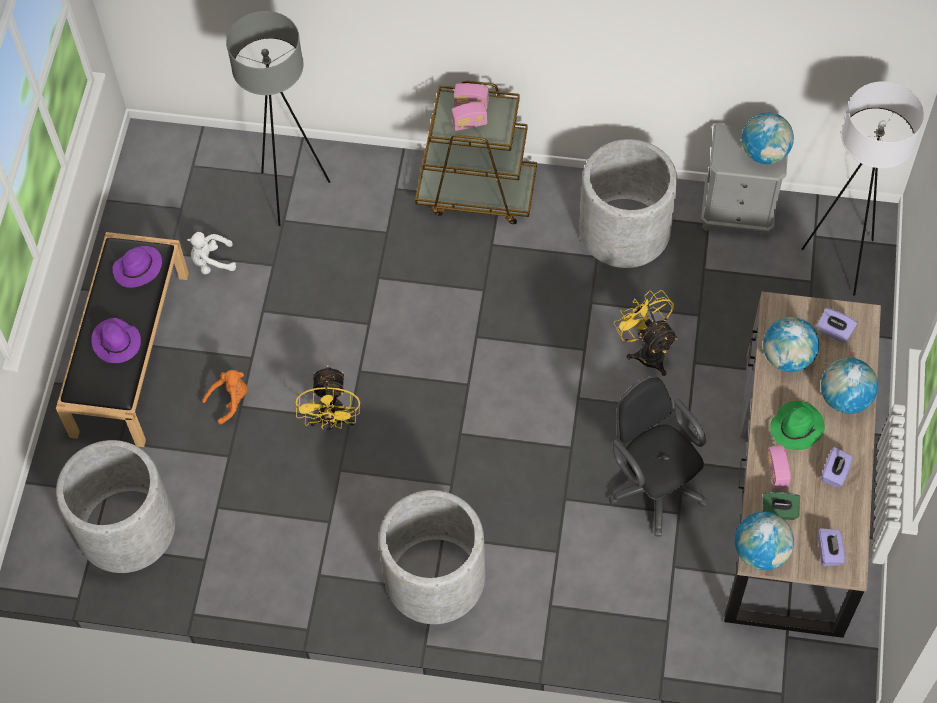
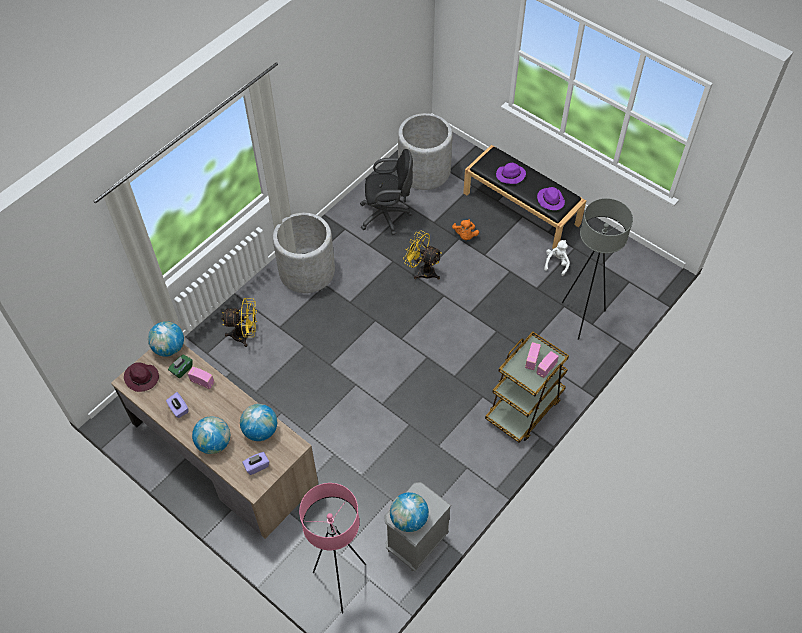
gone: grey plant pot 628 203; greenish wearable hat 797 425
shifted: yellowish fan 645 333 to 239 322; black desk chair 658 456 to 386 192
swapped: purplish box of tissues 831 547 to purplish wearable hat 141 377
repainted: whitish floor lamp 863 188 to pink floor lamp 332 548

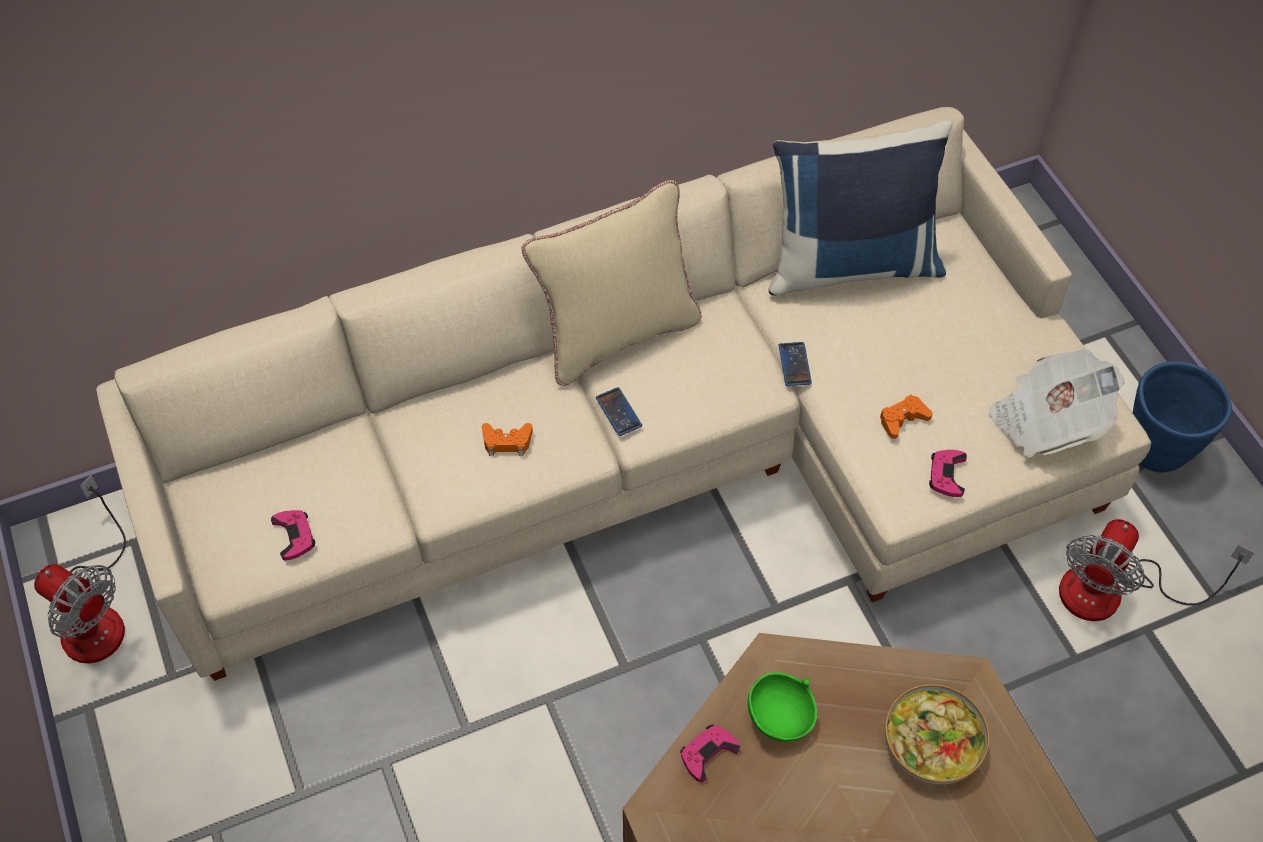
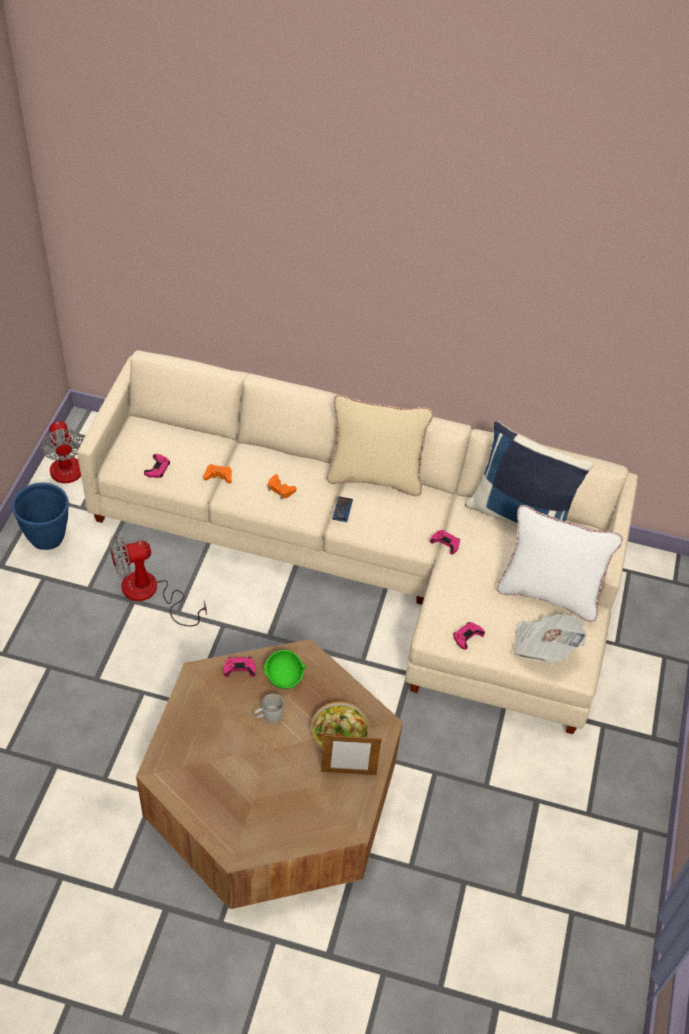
new: whitish mug 269 708; picture frame 351 755; whitish cushion 559 563
shifted: blue plant pot 1182 417 to 40 516; fan 1157 570 to 158 580; orangey joypad 906 417 to 218 473
swapped: telephone 795 364 to pink joypad 445 542

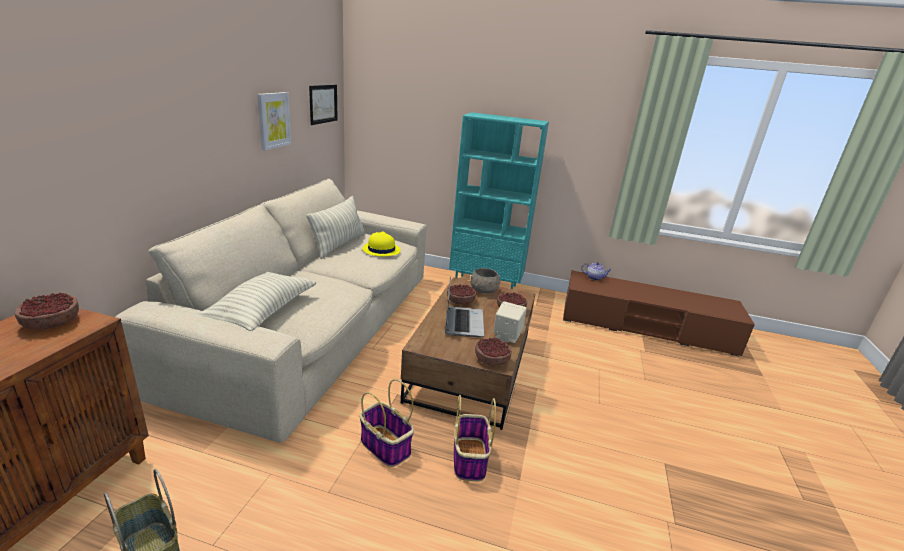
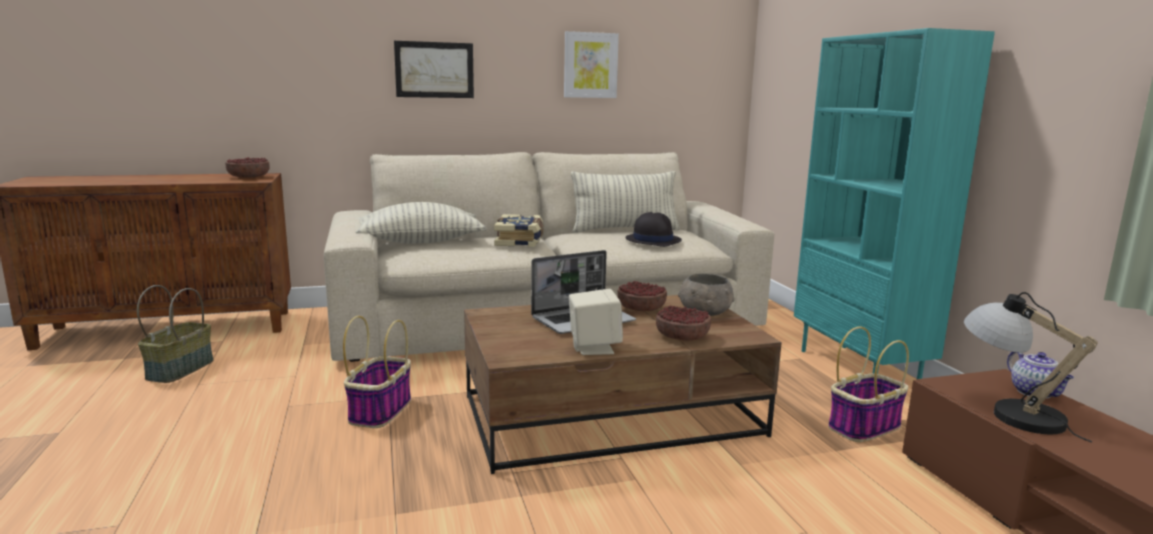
gone: serving bowl 493 352
new: volume 519 230; table lamp 1031 367
shifted: wall art 323 105 to 434 69; storage basket 475 438 to 868 384
repainted: yellowish wearable hat 381 244 to black wearable hat 653 229

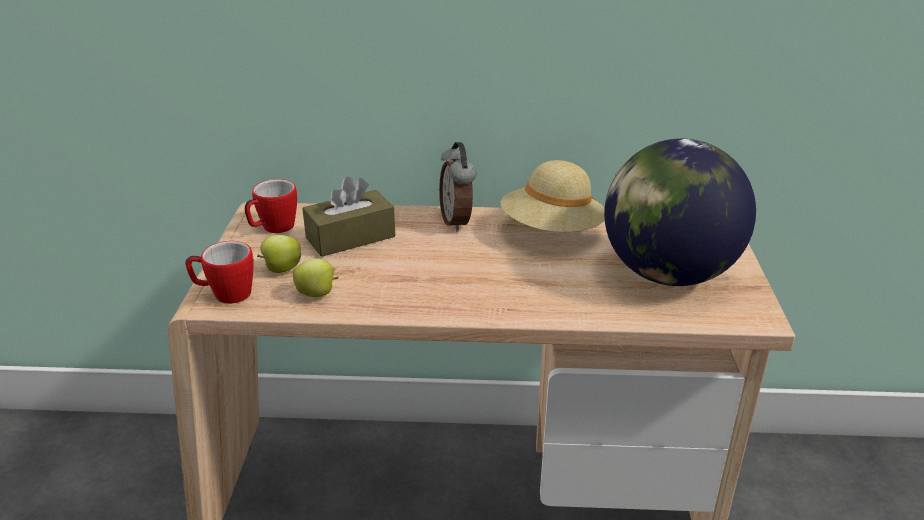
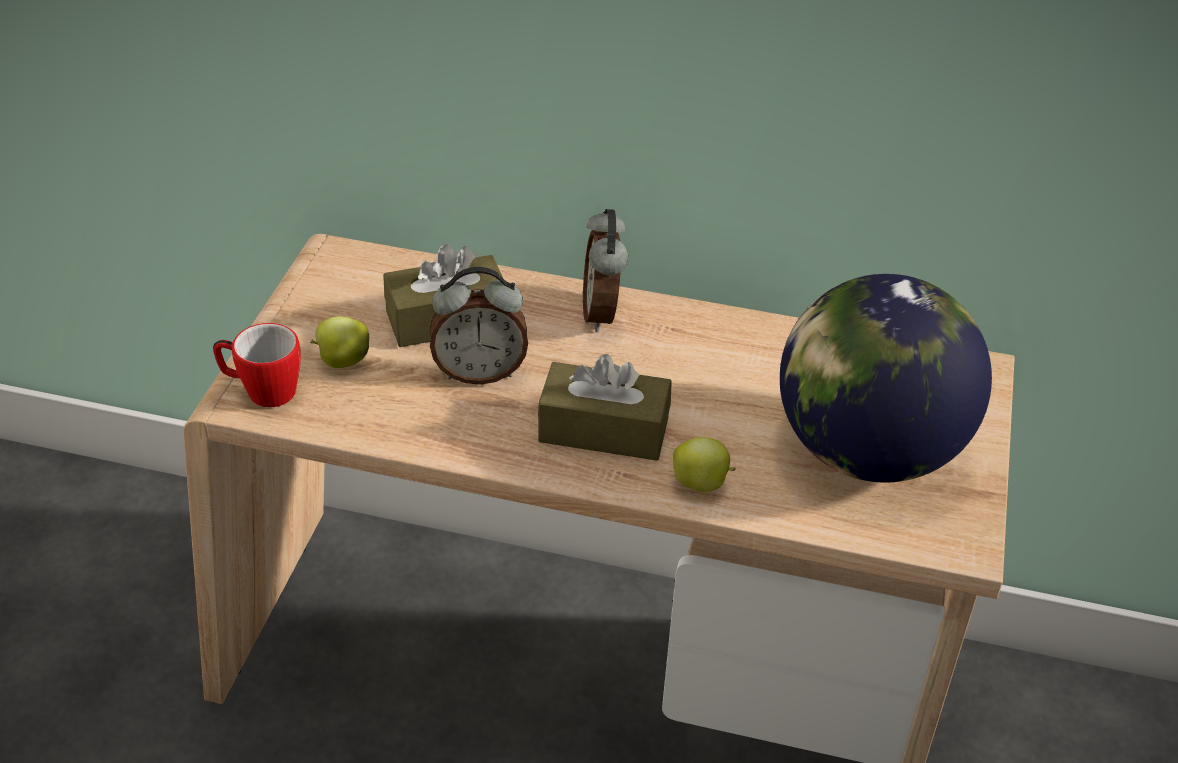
gone: mug 271 206; beige wearable hat 553 196
new: alarm clock 479 326; brownish box of tissues 605 407
shifted: apple fruit 316 277 to 704 464

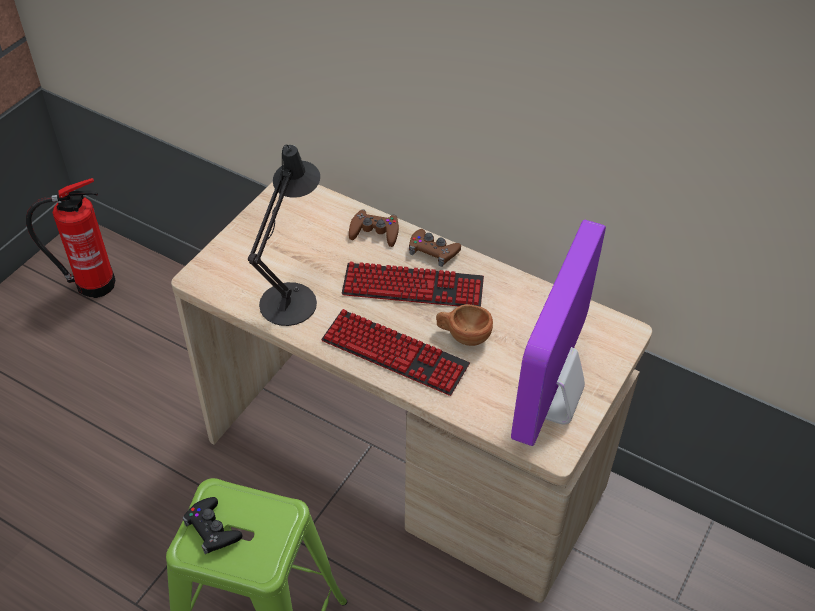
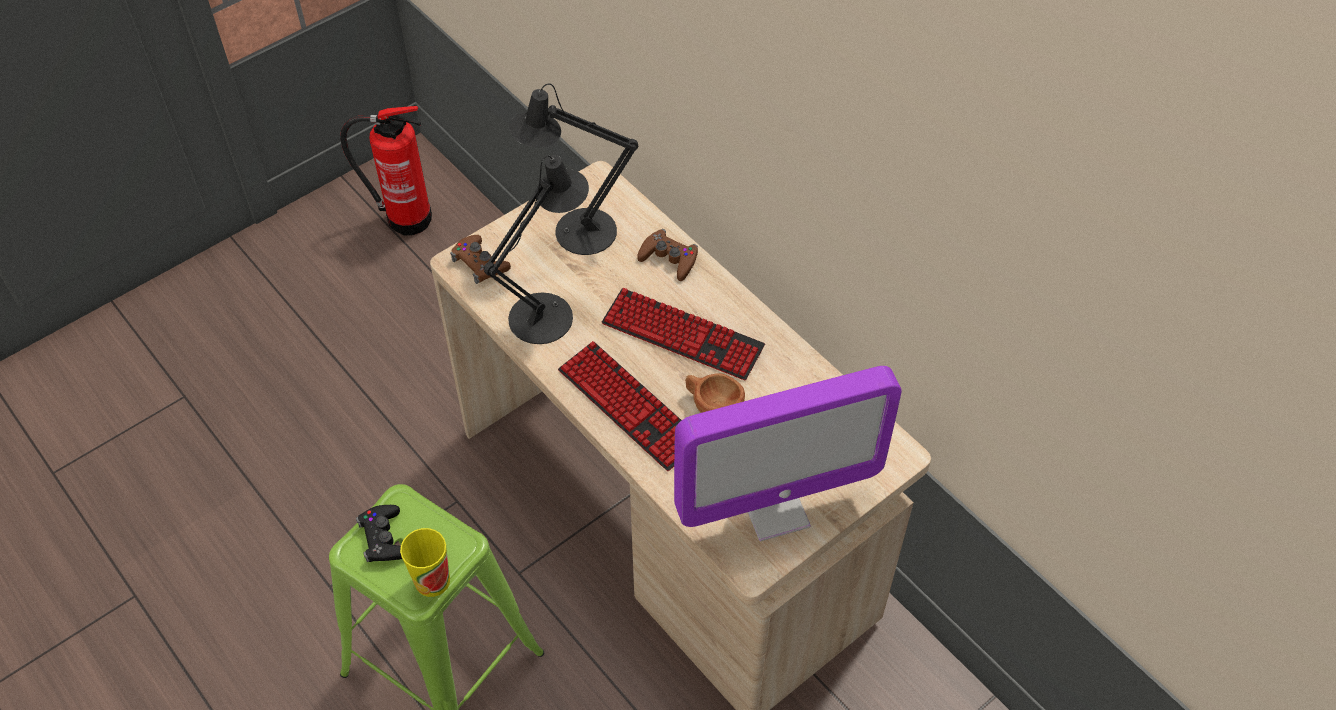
new: cup 425 562; black table lamp 573 169
shifted: brownish joypad 435 248 to 480 259
rotated: computer display 558 333 = 788 453 150 degrees counterclockwise

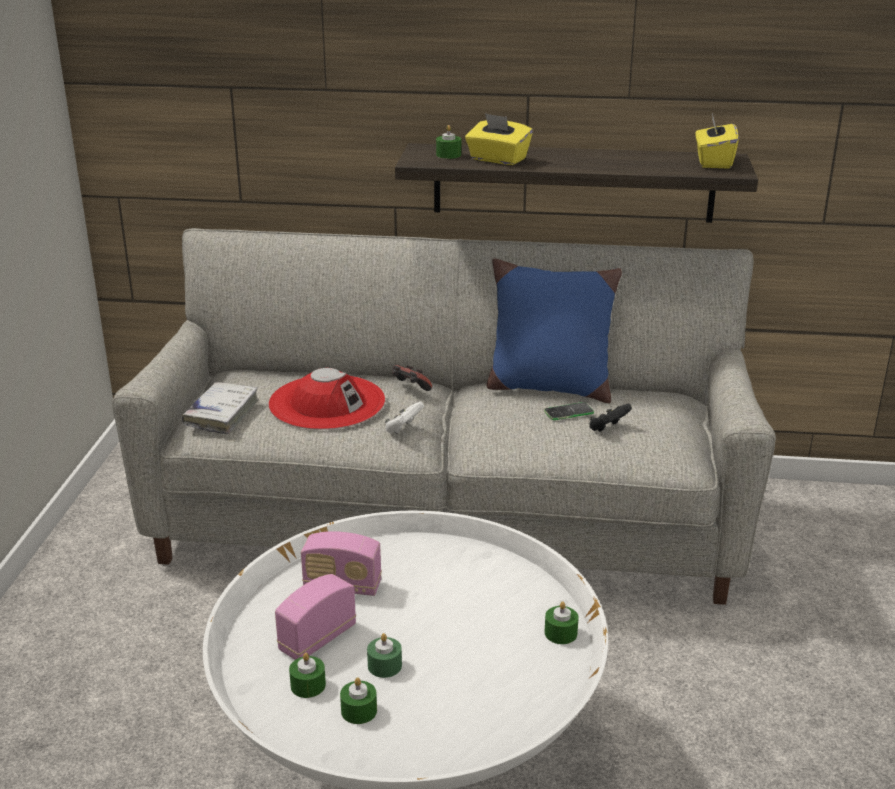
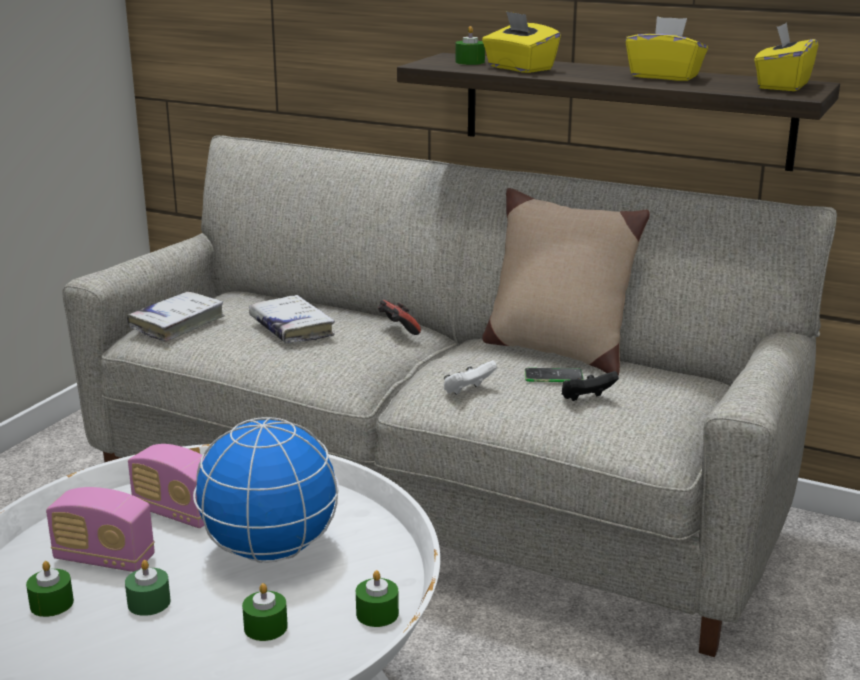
new: world globe 266 490; yellowish box of tissues 666 48
shifted: greenish wax candle 358 701 to 265 612; whitish joypad 404 417 to 470 377
swapped: reddish wearable hat 326 399 to whitish volume 292 319
repainted: blue cushion 554 331 to beige cushion 566 282
rotated: radio 315 617 = 100 529 135 degrees counterclockwise

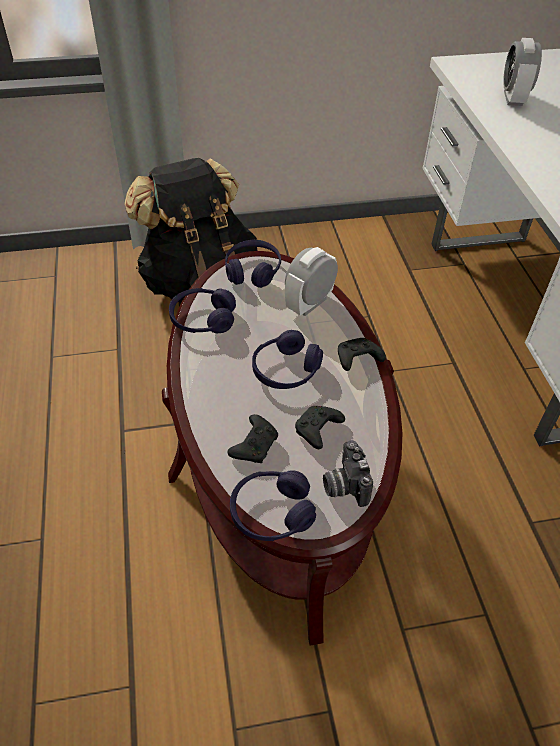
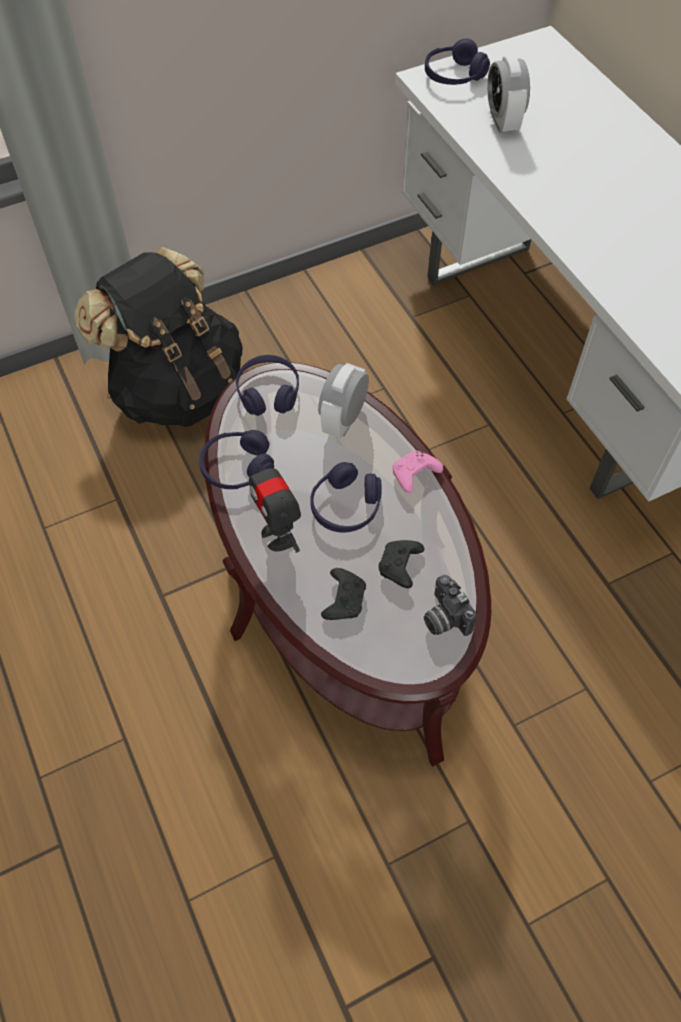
new: robot figure 275 502
shifted: purplish headphones 273 505 to 457 61
repainted: black joypad 362 354 to pink joypad 417 472

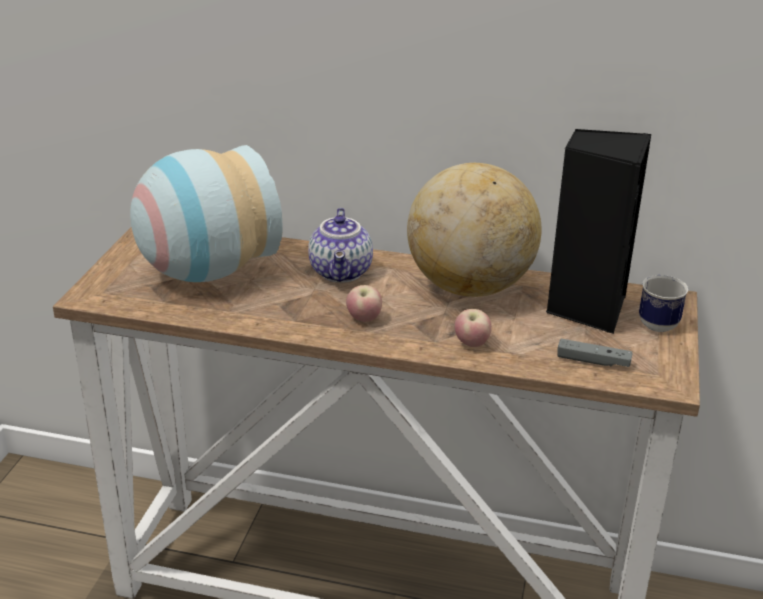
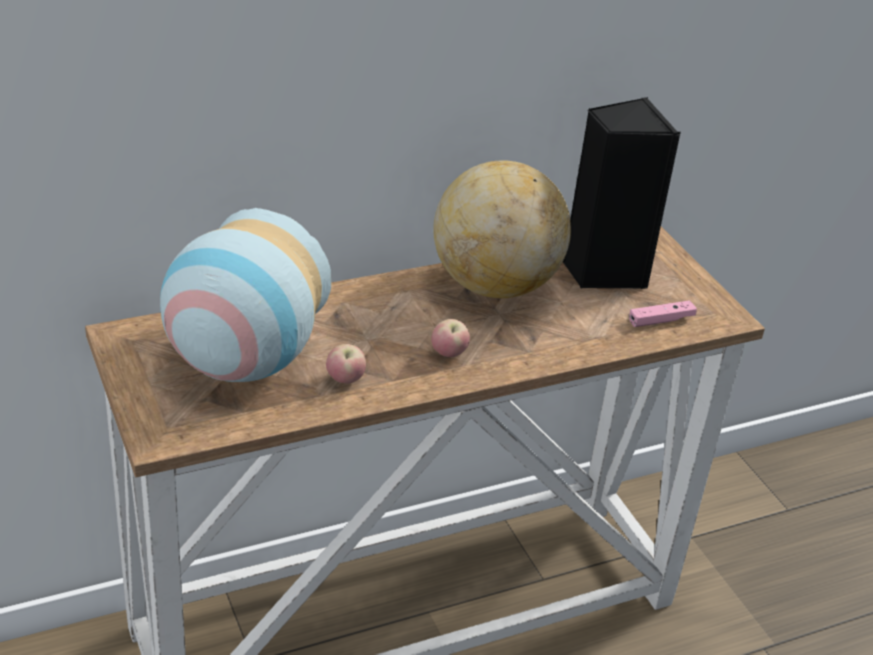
gone: tea pot 340 245; mug 663 303
shifted: apple fruit 473 328 to 346 364
repainted: grey joypad 595 353 to pink joypad 663 313

